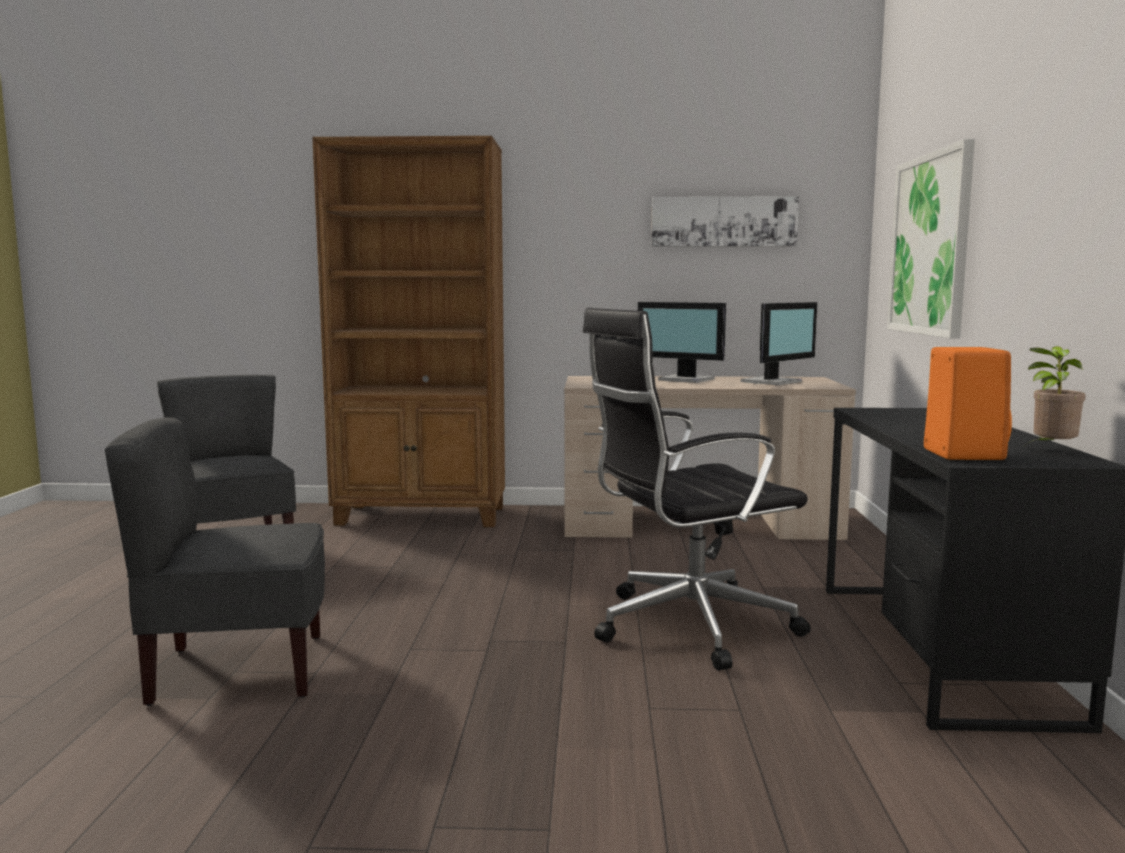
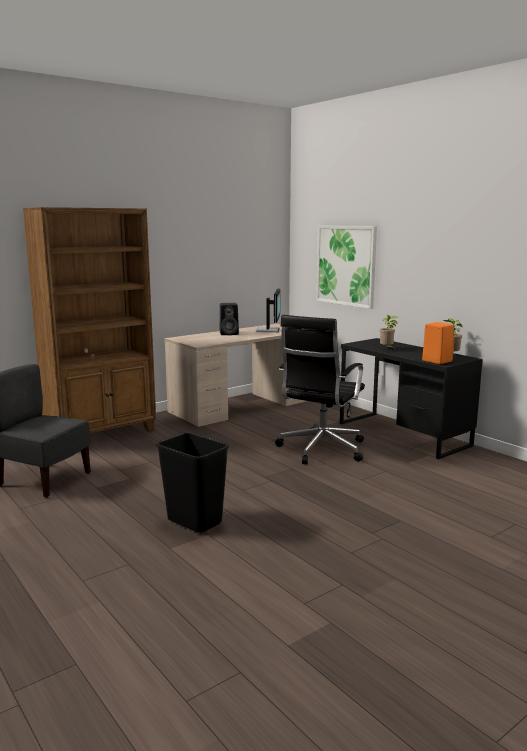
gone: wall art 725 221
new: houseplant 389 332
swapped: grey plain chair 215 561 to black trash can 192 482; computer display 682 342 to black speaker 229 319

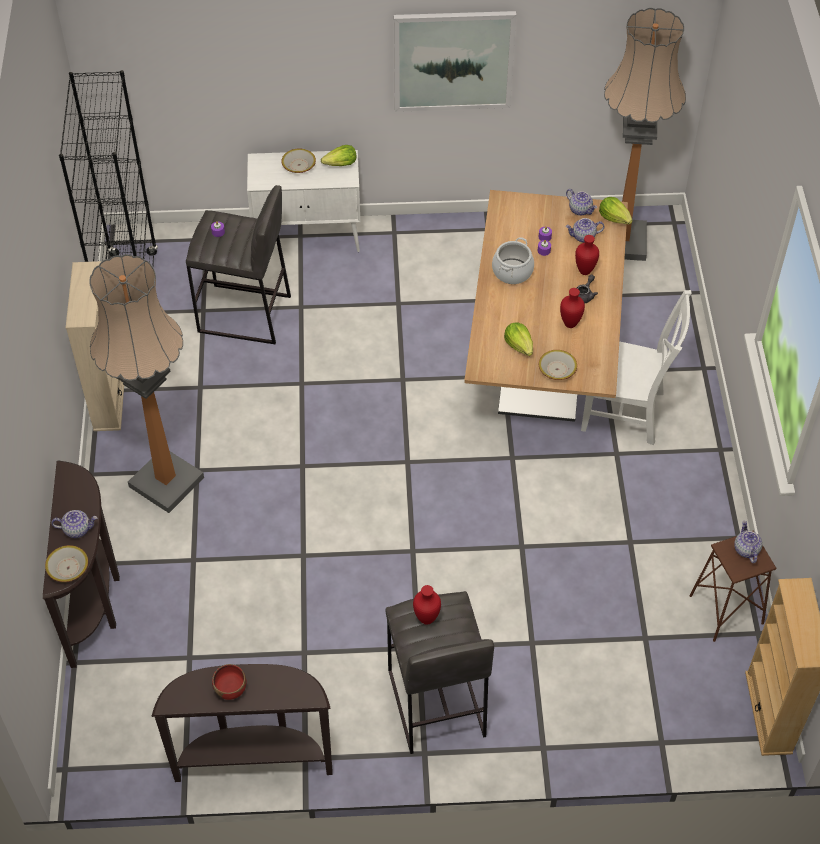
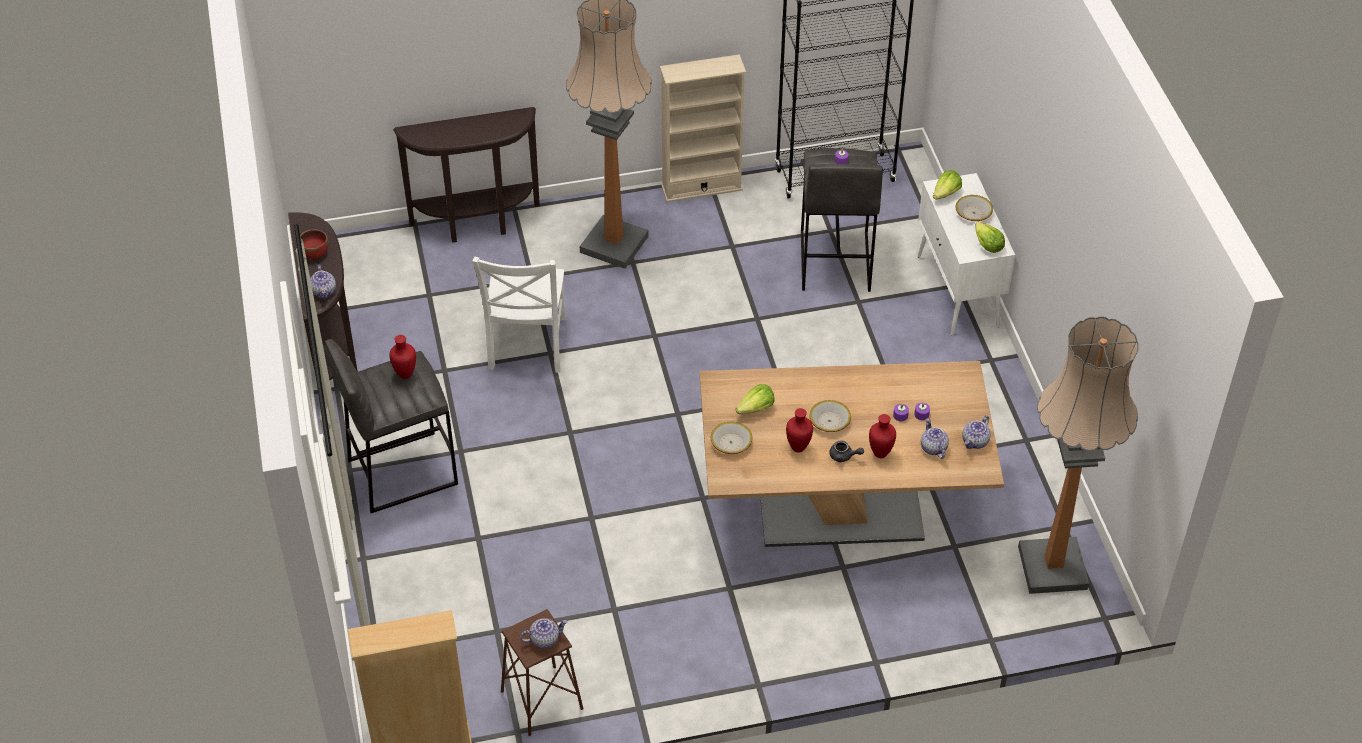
gone: wall art 455 61; saucepot 513 260
shifted: tea pot 74 524 to 323 281; whitish plain chair 636 367 to 519 315; serving bowl 66 563 to 830 416; lettuce head 616 211 to 947 185

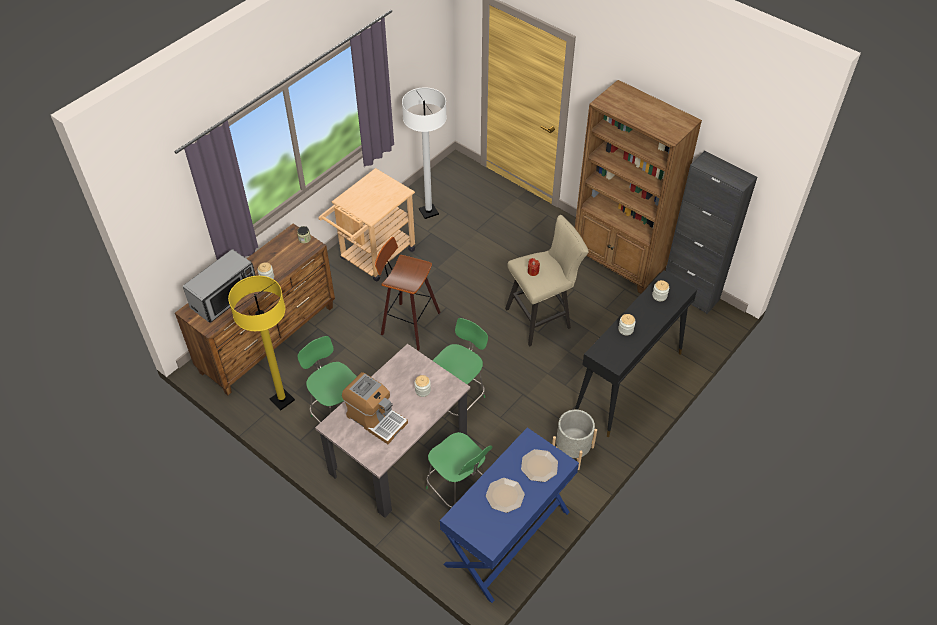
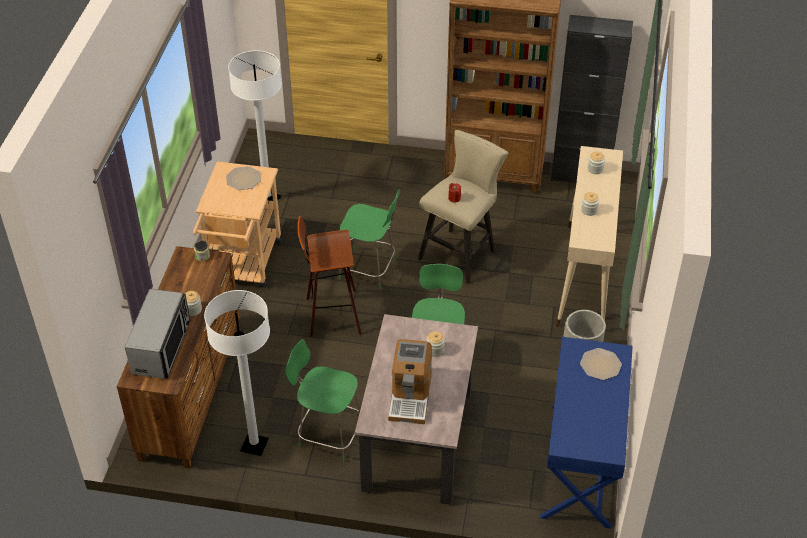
shifted: dinner plate 505 495 to 243 178; greenish plain chair 459 470 to 369 239
repainted: yellowish floor lamp 261 343 to whitish floor lamp 237 373; black narrow table 636 353 to beige narrow table 589 236
rotated: coffee machine 375 408 = 410 381 90 degrees clockwise

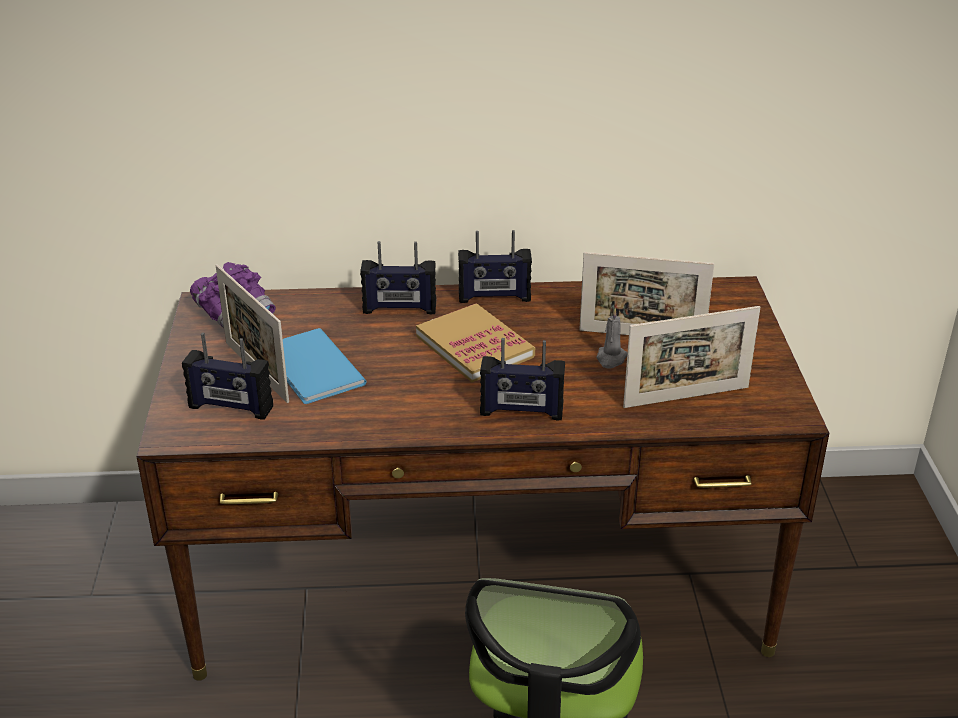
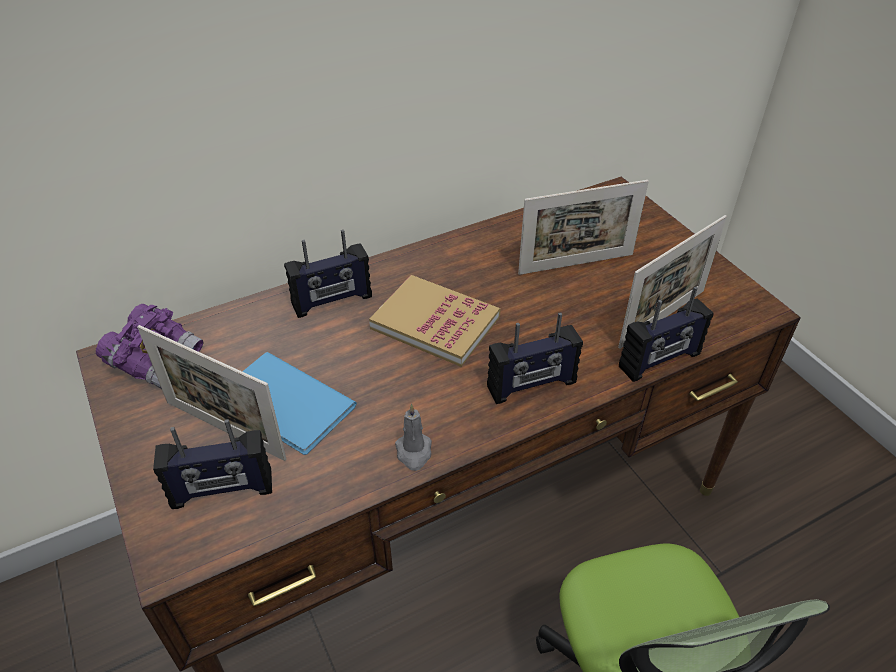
shifted: grey wax candle 611 338 to 413 437; radio 495 266 to 666 334

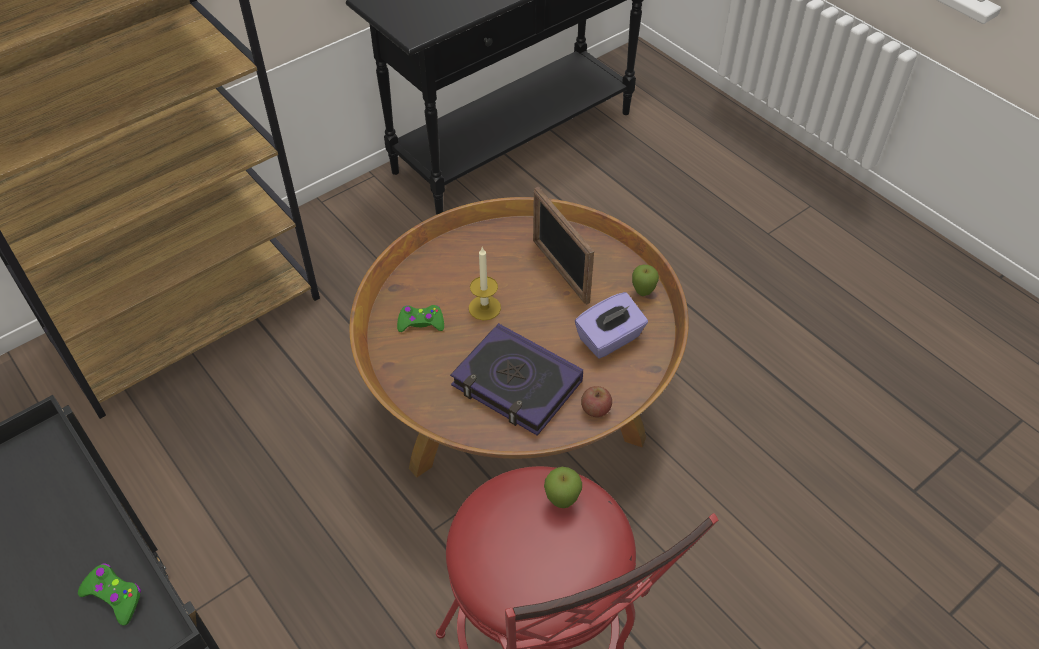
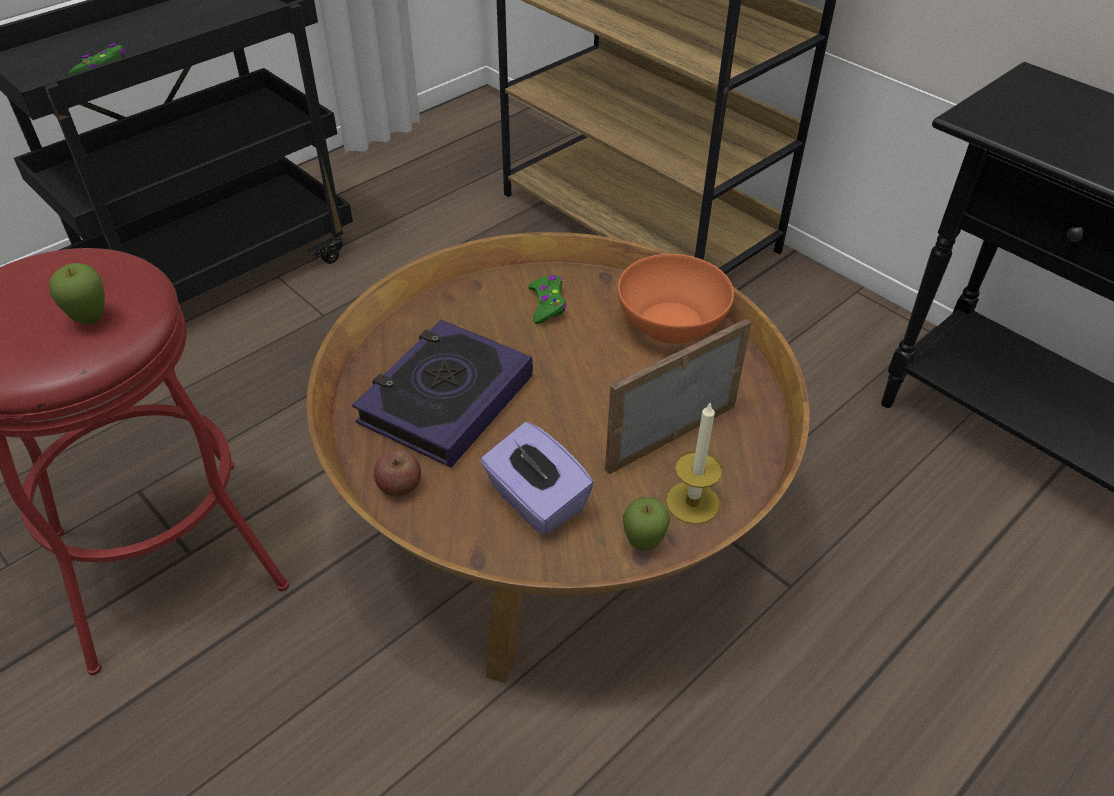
new: orangey serving bowl 676 299
shifted: wax candle 485 283 to 694 462

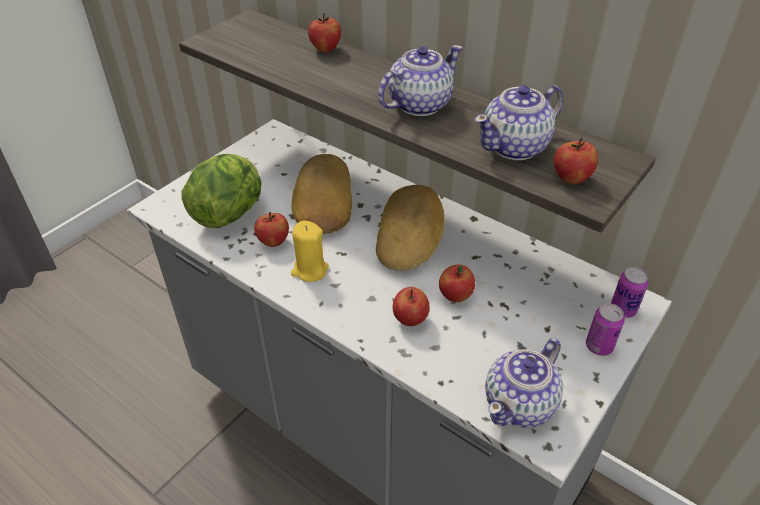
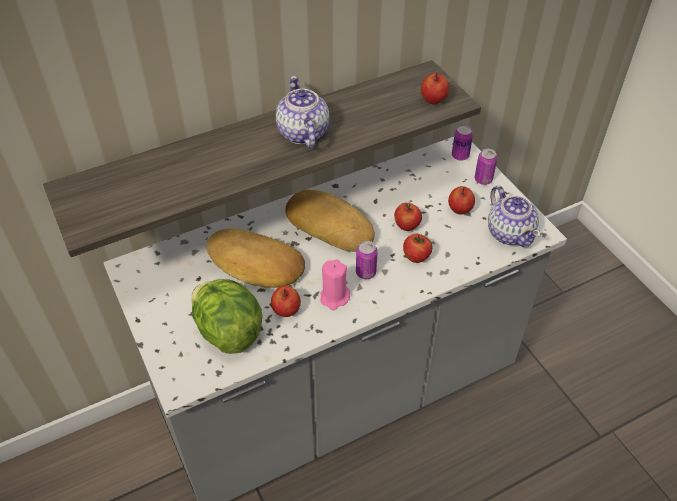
gone: tea pot 519 122
new: sealed can 367 260
shifted: apple fruit 324 32 to 461 200
repainted: yellowish wax candle 310 251 to pink wax candle 335 284

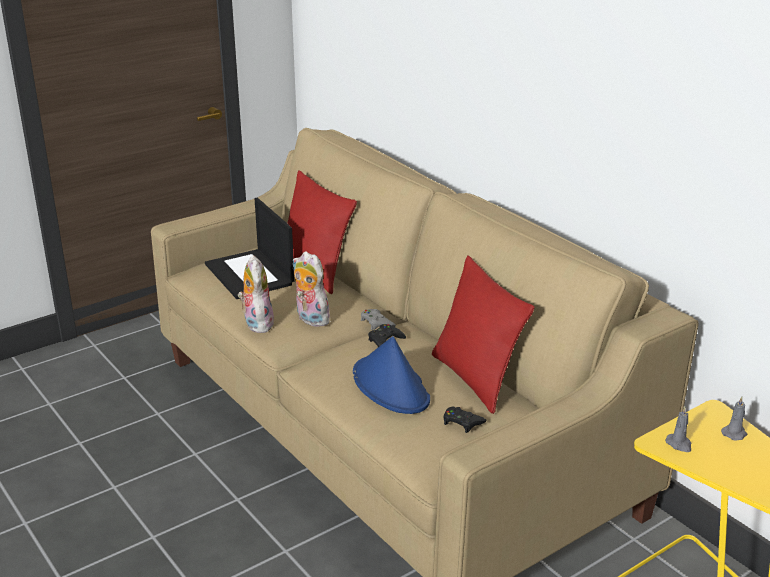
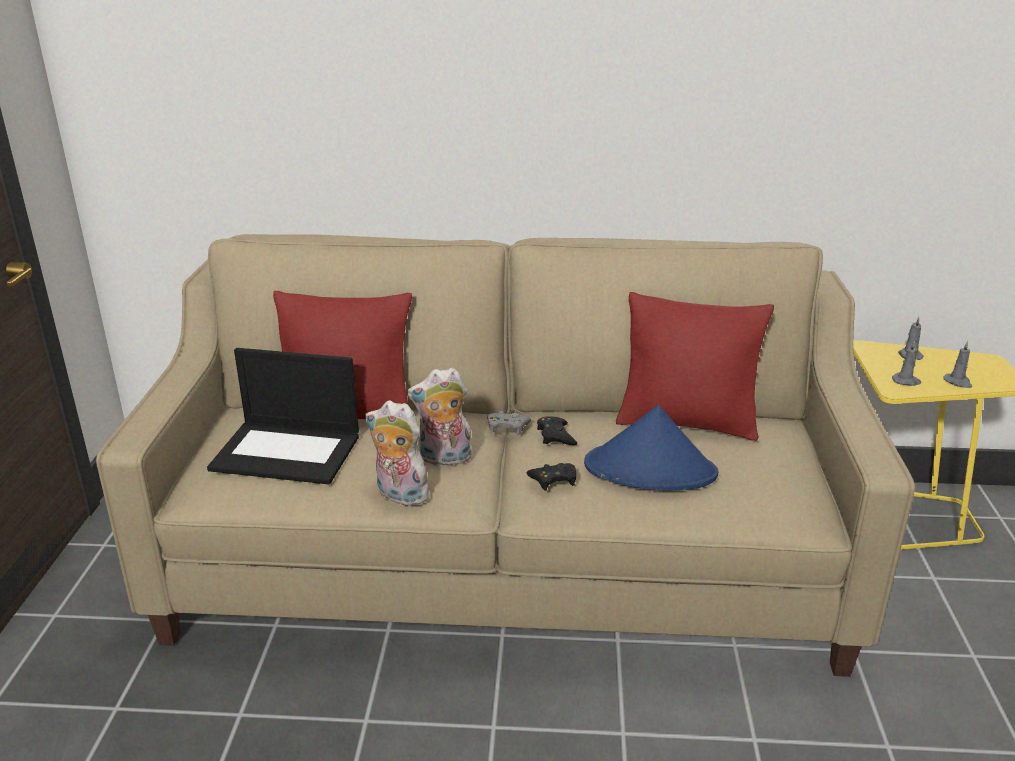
new: grey wax candle 957 364
shifted: black joypad 465 420 to 551 477

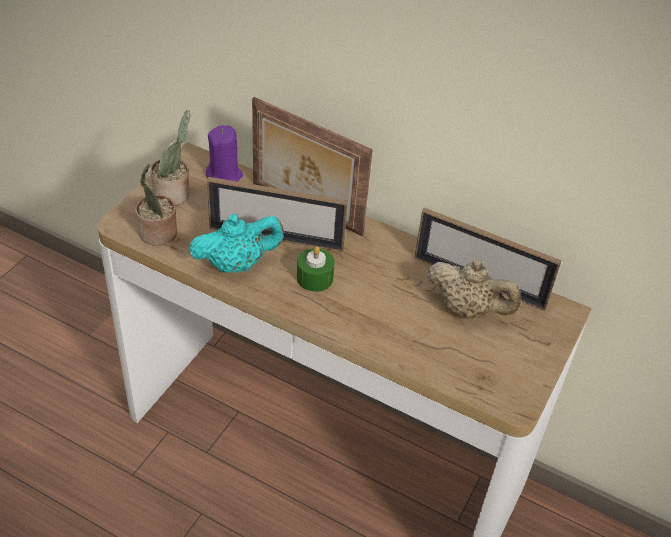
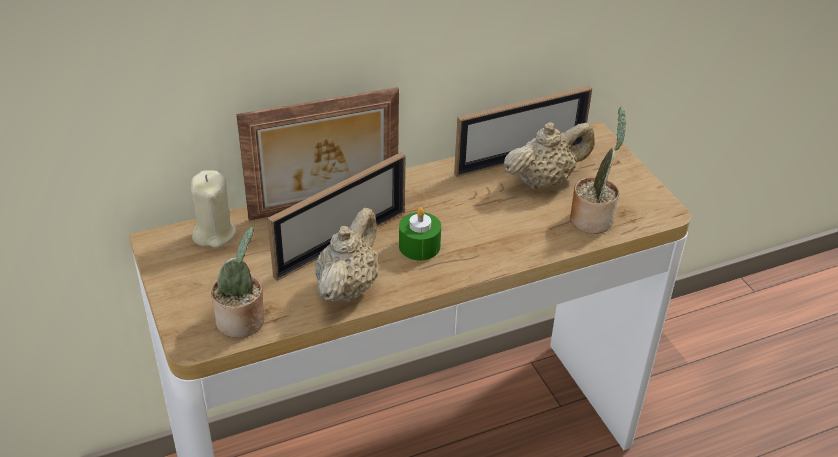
shifted: houseplant 170 158 to 598 170
repainted: purplish wax candle 224 153 to beige wax candle 213 209; turquoise tea pot 236 243 to beige tea pot 346 255

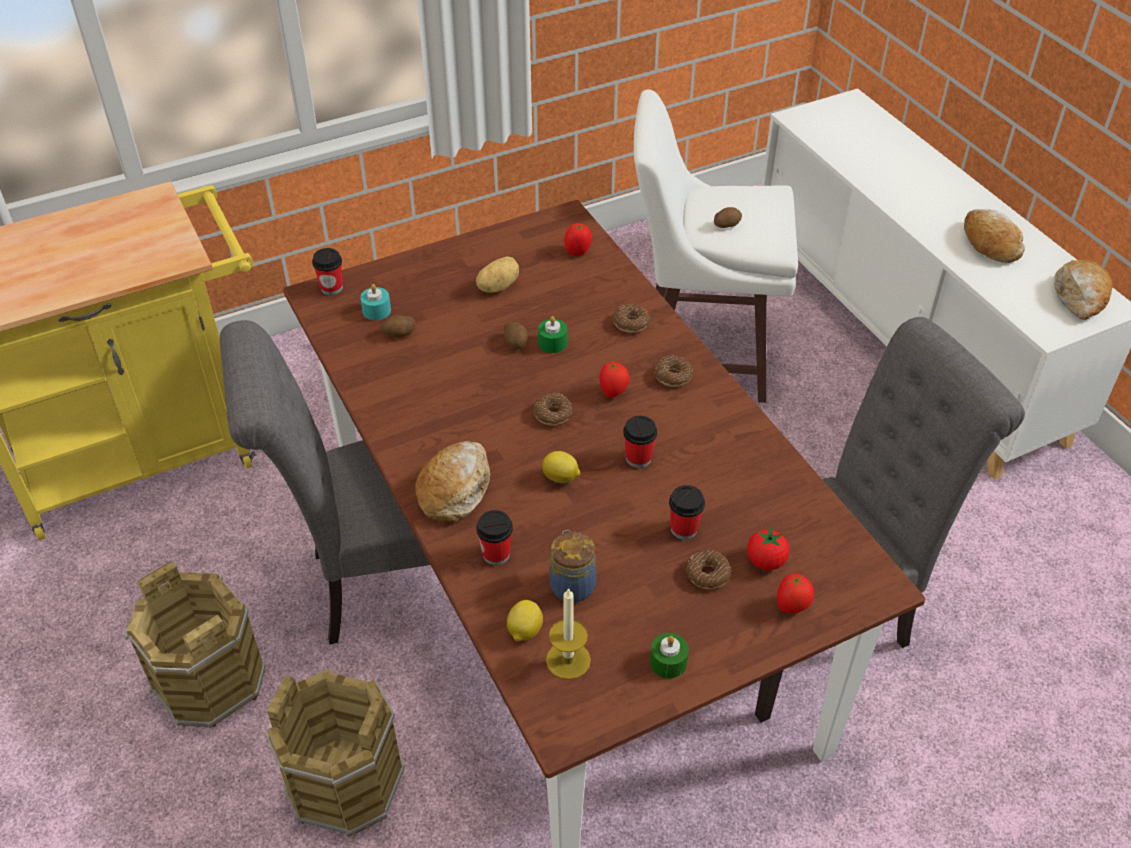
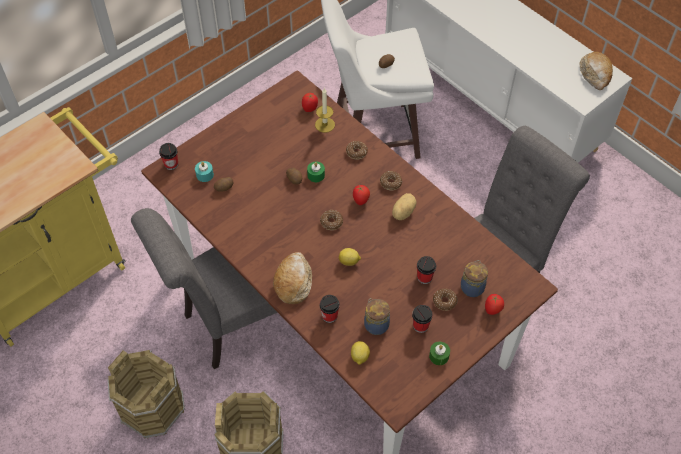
gone: baked bread 994 236
shifted: wax candle 568 633 to 325 110; potato 497 274 to 404 206; cup 640 442 to 422 319
swapped: whole tomato 768 548 to storage jar 474 278

